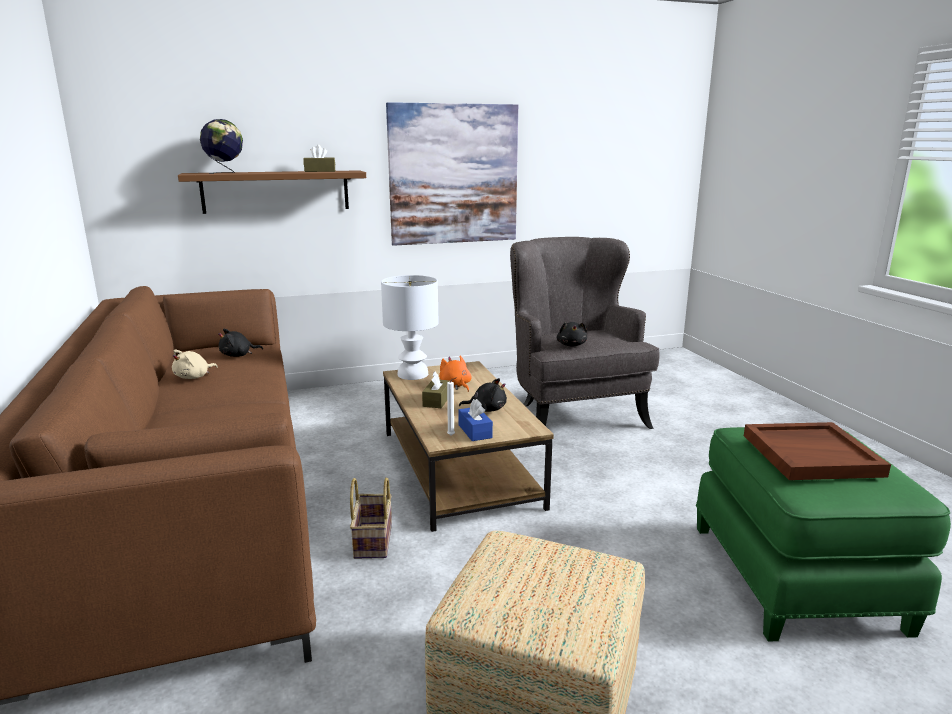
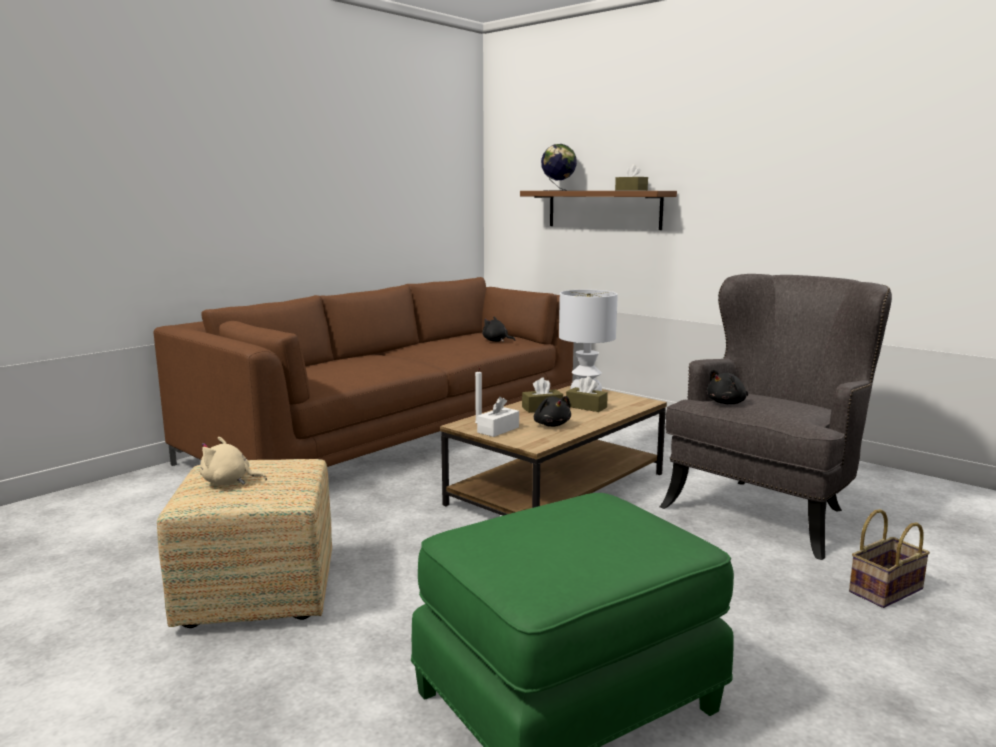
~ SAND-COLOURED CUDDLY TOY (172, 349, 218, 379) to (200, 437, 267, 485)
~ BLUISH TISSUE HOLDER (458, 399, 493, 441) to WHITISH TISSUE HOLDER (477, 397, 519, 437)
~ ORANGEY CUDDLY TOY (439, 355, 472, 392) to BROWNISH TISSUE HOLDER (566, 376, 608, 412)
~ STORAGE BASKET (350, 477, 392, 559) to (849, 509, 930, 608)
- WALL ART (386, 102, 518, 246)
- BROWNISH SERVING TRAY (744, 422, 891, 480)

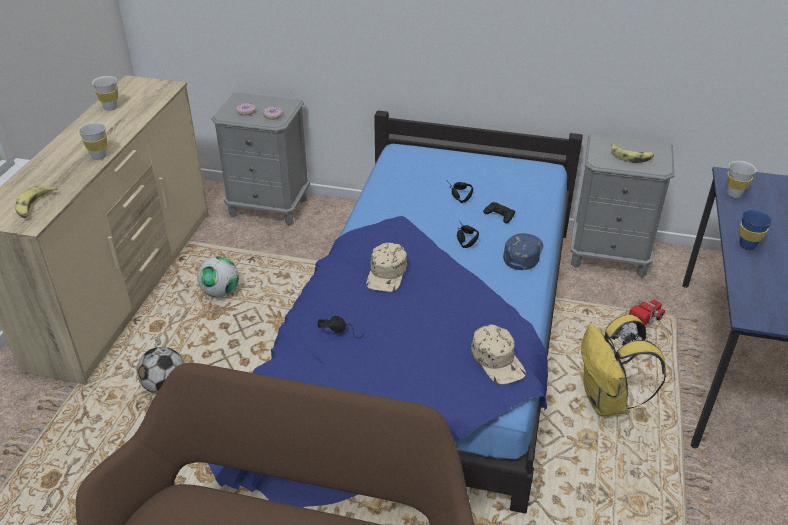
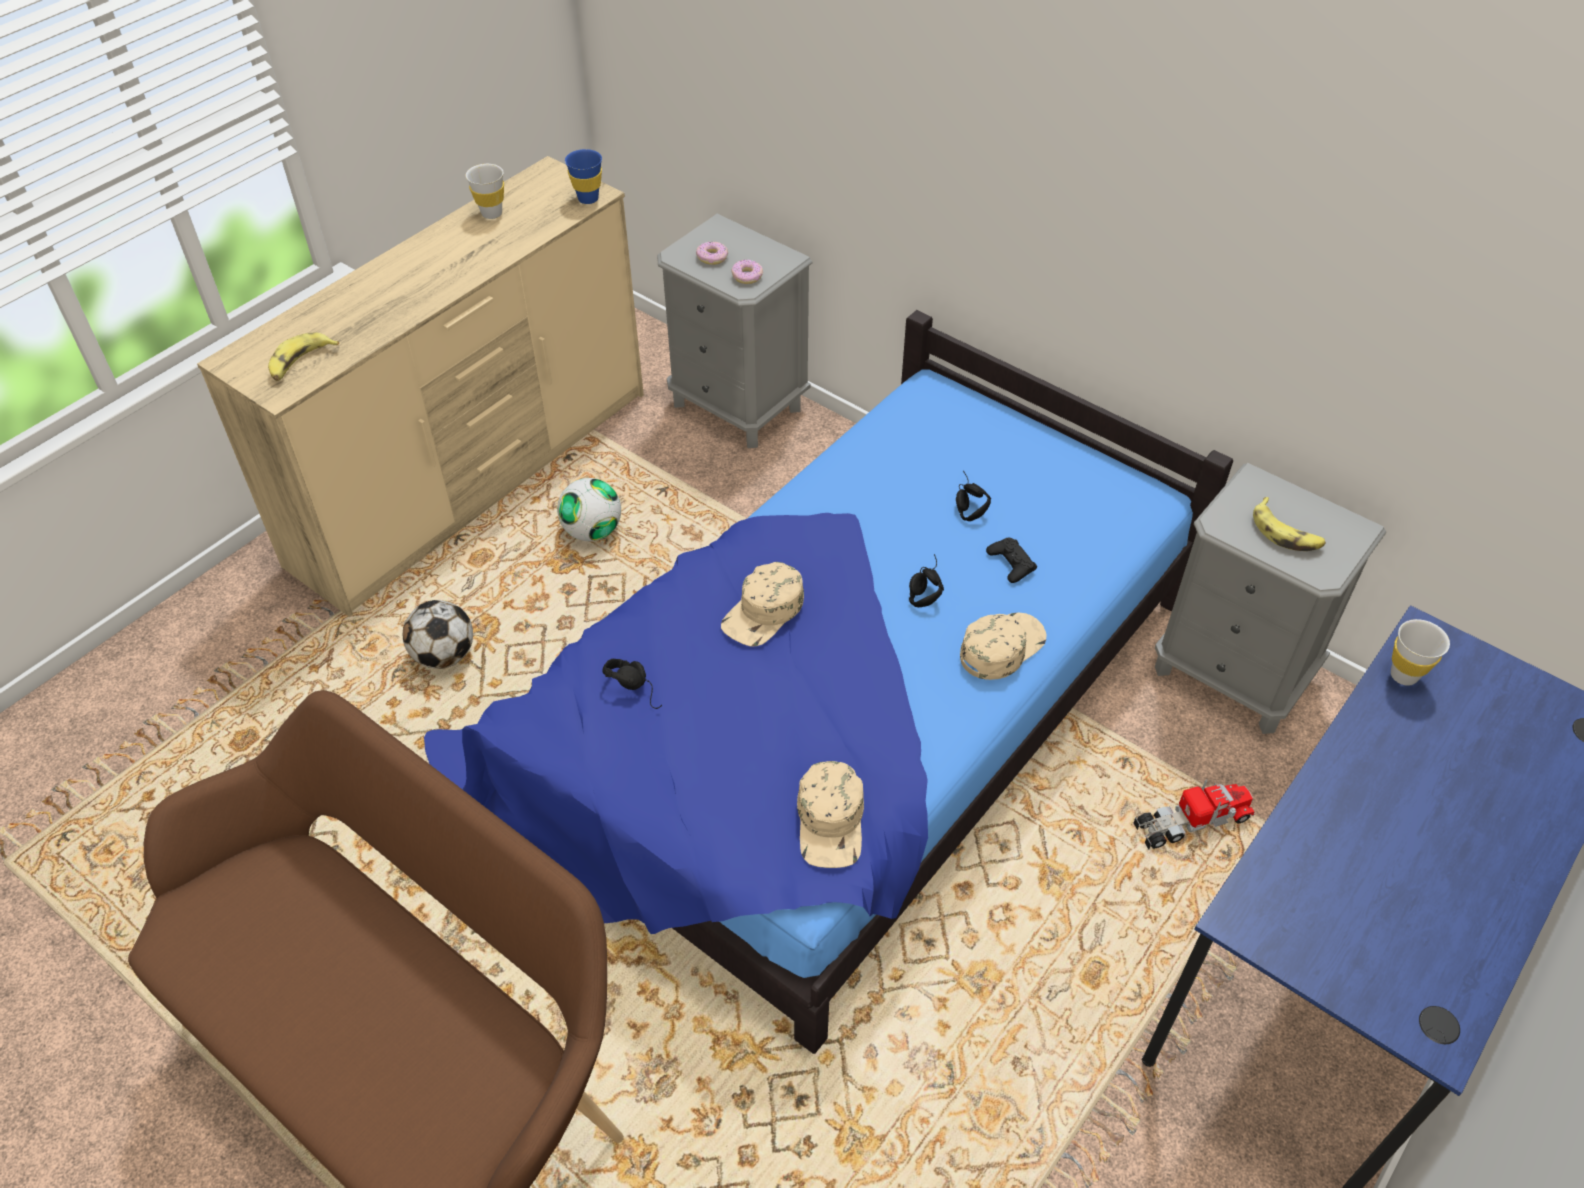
~ BLUISH CUP (740, 209, 772, 250) to (565, 149, 602, 204)
~ BLUISH BASEBALL CAP (503, 233, 544, 270) to SAND-COLOURED BASEBALL CAP (960, 613, 1046, 680)
- WHITISH CUP (78, 122, 107, 160)
- YELLOWISH BACKPACK (581, 315, 666, 416)

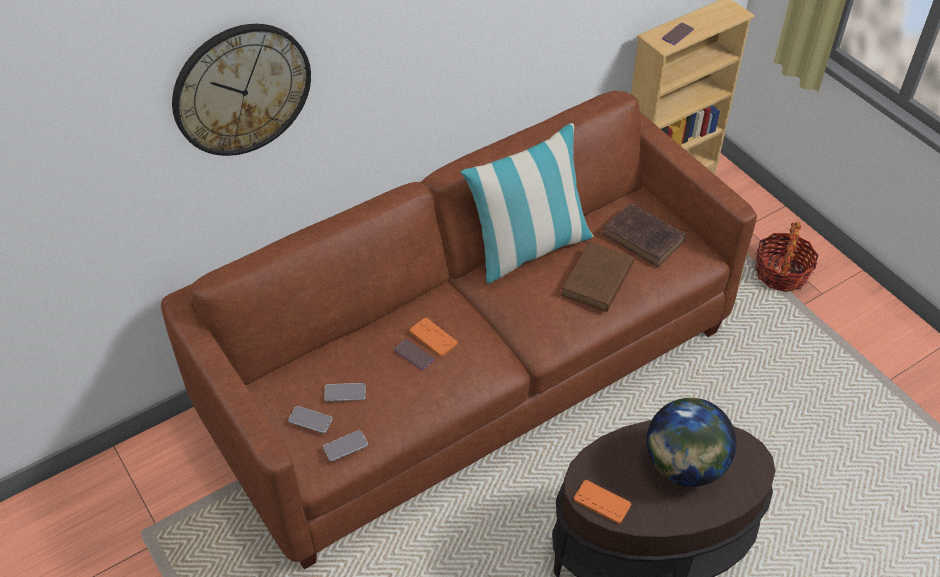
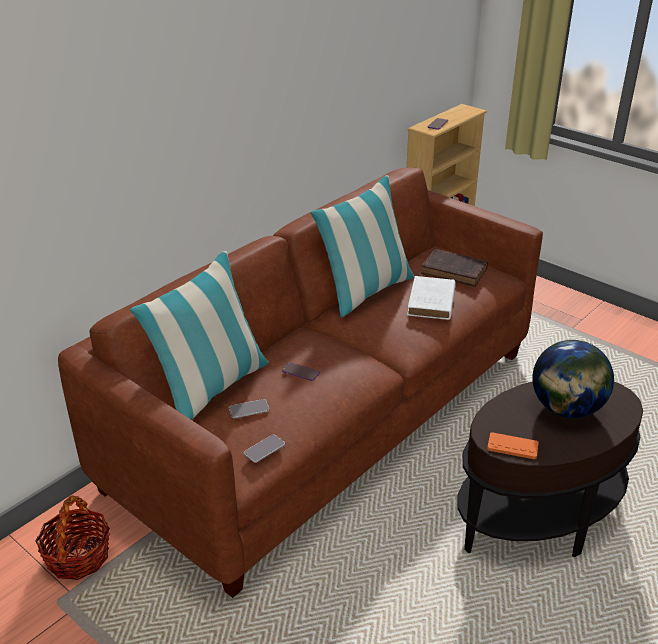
~ STORAGE BASKET (756, 222, 819, 292) to (35, 495, 110, 580)
+ THROW PILLOW (130, 251, 269, 420)
~ BROWNISH BOOK (561, 242, 634, 312) to WHITISH BOOK (407, 276, 456, 320)
- HANGING CLOCK (172, 24, 311, 156)
- TELEPHONE (288, 406, 332, 433)
- ORANGEY GAME CONTROLLER (410, 318, 458, 357)

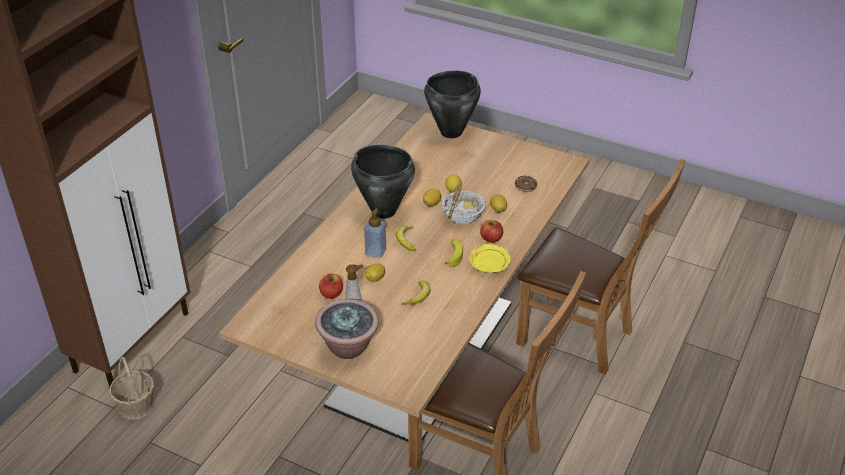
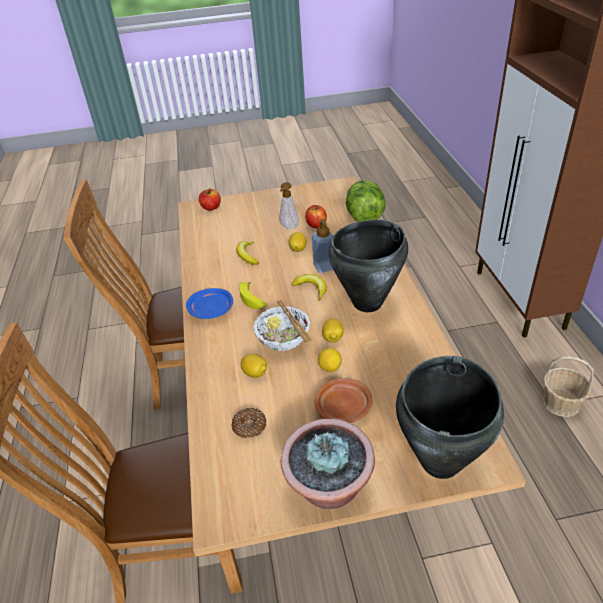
~ YELLOWISH PLATE (469, 244, 511, 273) to BLUISH PLATE (186, 288, 233, 319)
~ WHOLE APPLE (480, 220, 503, 243) to (199, 188, 221, 211)
~ PLANT IN A POT (315, 299, 379, 359) to (281, 419, 375, 509)
+ BROWNISH PLATE (314, 378, 373, 423)
+ LETTUCE HEAD (346, 180, 386, 222)
~ STORAGE BASKET (109, 356, 155, 420) to (542, 356, 594, 417)

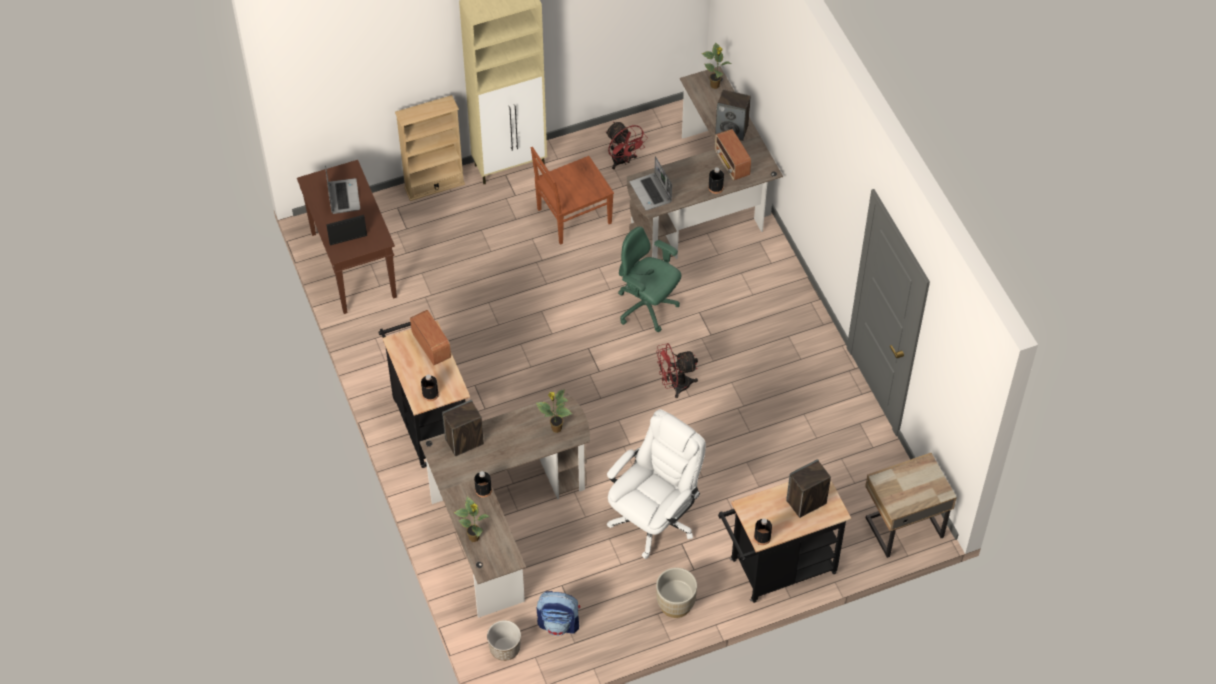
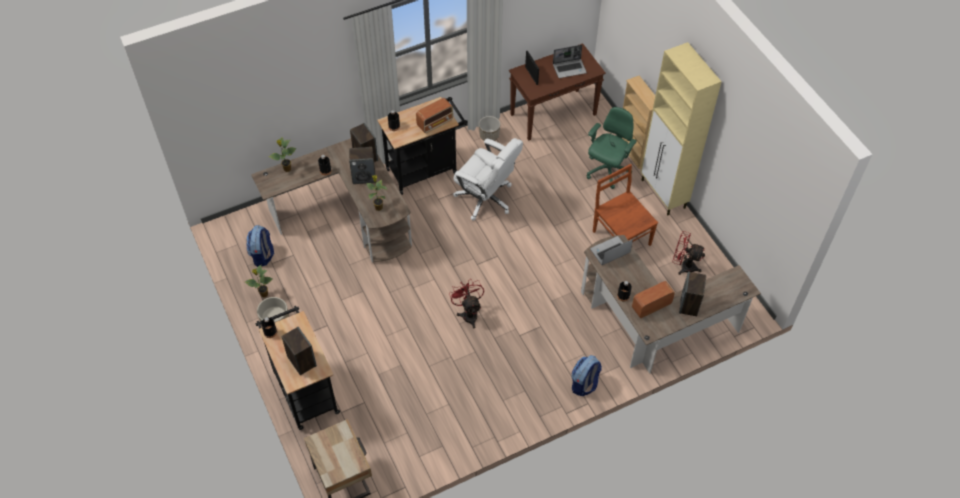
~ PLANT IN A POT (702, 42, 731, 89) to (245, 265, 273, 298)
+ SPEAKER (349, 147, 375, 184)
~ WHITISH OFFICE CHAIR (607, 409, 706, 559) to (453, 138, 523, 221)
~ PLANTER (487, 620, 521, 661) to (479, 116, 500, 141)
+ BACKPACK (571, 355, 602, 396)
~ GREEN-COLOURED OFFICE CHAIR (618, 227, 681, 332) to (587, 107, 637, 189)
~ REDDISH ELECTRIC FAN (606, 121, 648, 170) = (672, 231, 705, 275) 60 degrees clockwise

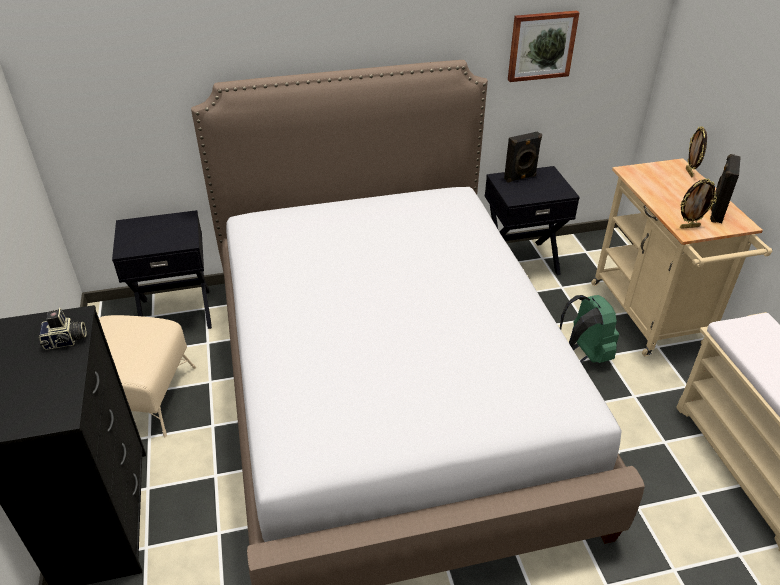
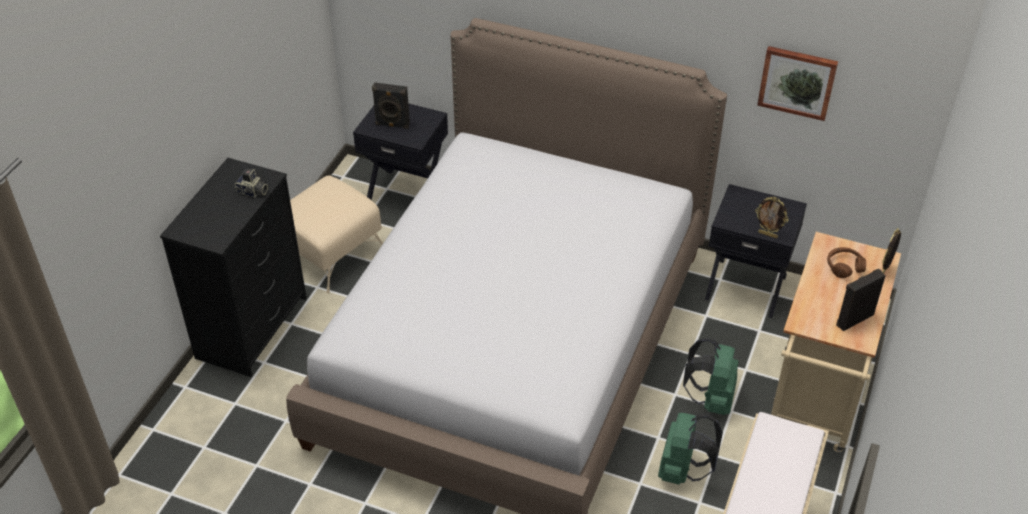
~ BLACK-COLOURED SPEAKER (504, 131, 542, 183) to (372, 83, 410, 129)
+ GREEN-COLOURED BACKPACK (658, 413, 723, 485)
~ PHOTO FRAME (680, 178, 717, 229) to (755, 197, 788, 238)
+ BROWNISH PAIR OF HEADPHONES (827, 247, 866, 278)

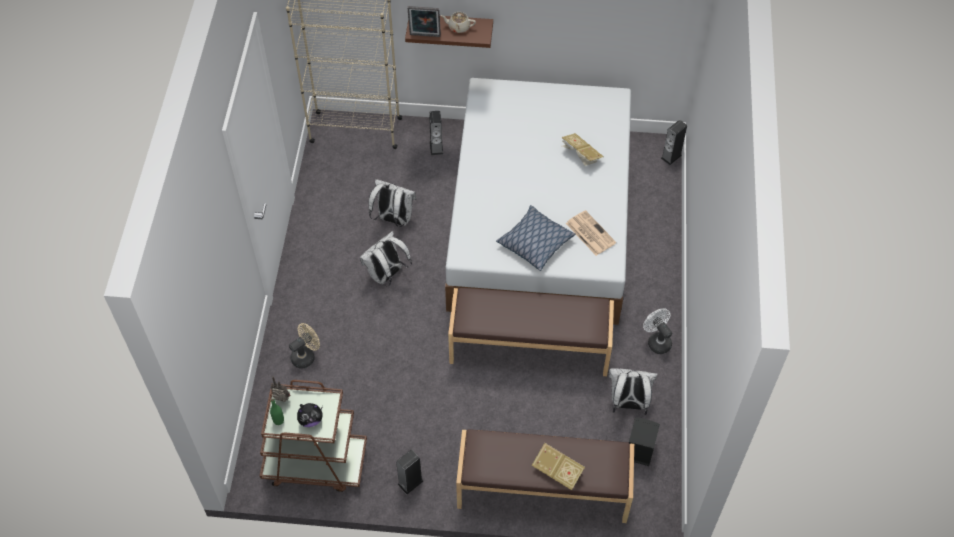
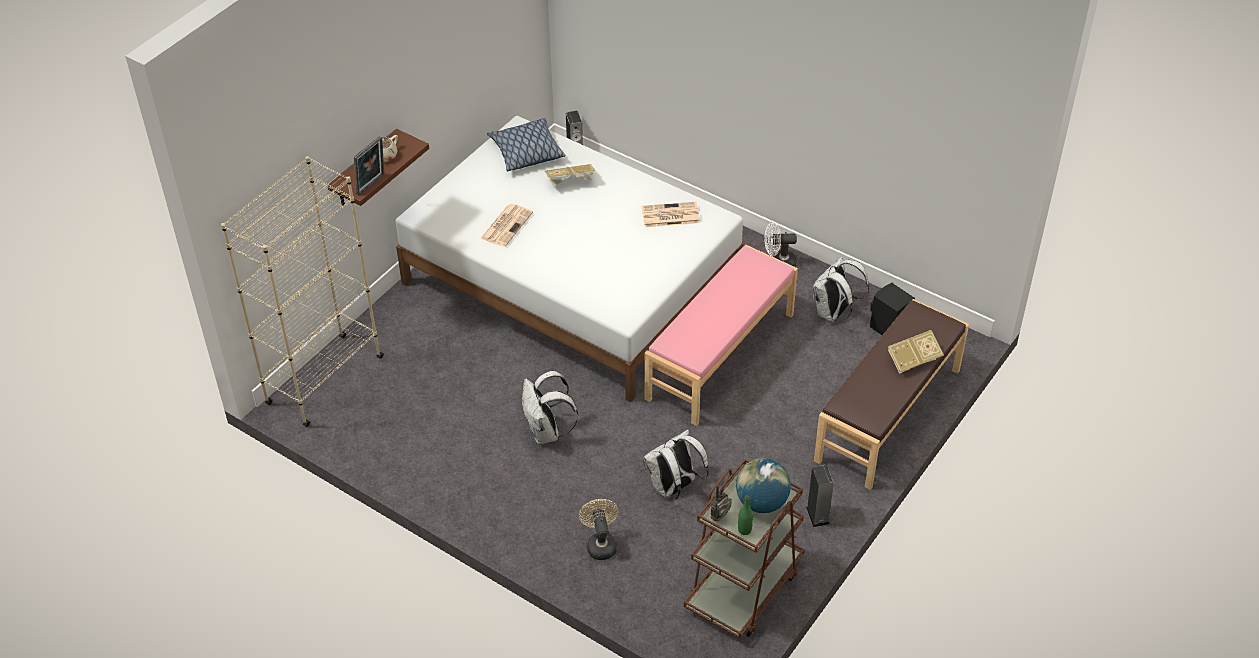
+ DAILY PAPER (480, 204, 533, 247)
~ THROW PILLOW (496, 205, 576, 271) to (487, 118, 566, 172)
~ WHITISH BACKPACK (369, 179, 416, 227) to (643, 429, 709, 500)
~ BROWNISH LONG SEAT (448, 288, 614, 376) to PINK-COLOURED LONG SEAT (644, 245, 798, 426)
~ CUDDLY TOY (297, 403, 323, 427) to WORLD GLOBE (736, 458, 791, 513)
- SPEAKER (429, 111, 443, 155)

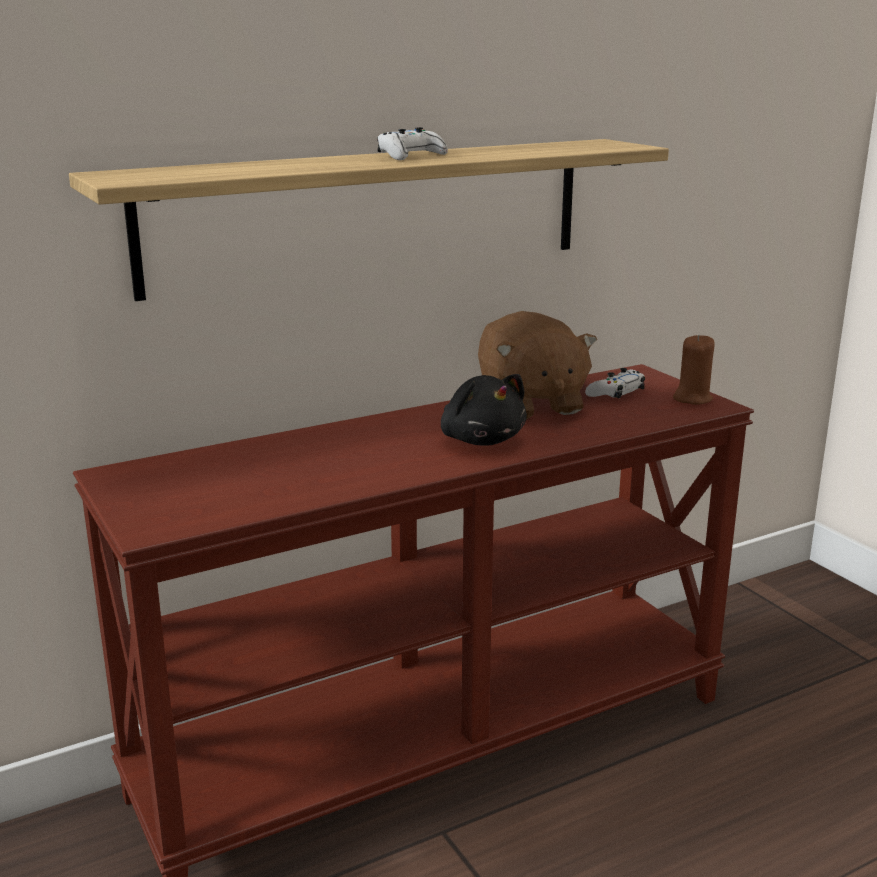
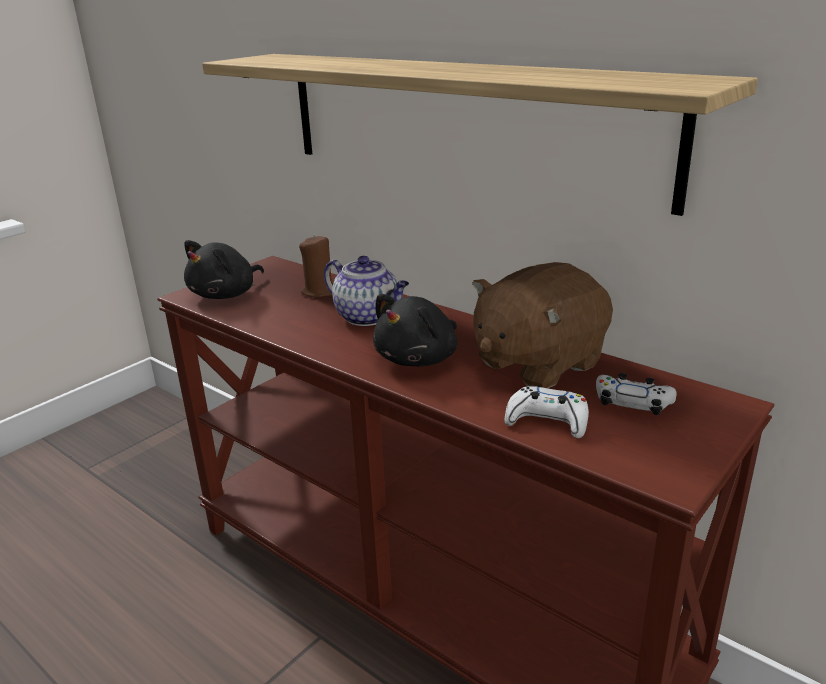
+ BLACK-COLOURED CUDDLY TOY (184, 240, 264, 299)
~ BROWNISH WAX CANDLE (673, 334, 715, 405) to (299, 235, 333, 297)
+ TEAPOT (324, 256, 409, 326)
~ WHITISH GAME CONTROLLER (377, 127, 448, 160) to (504, 386, 589, 438)

